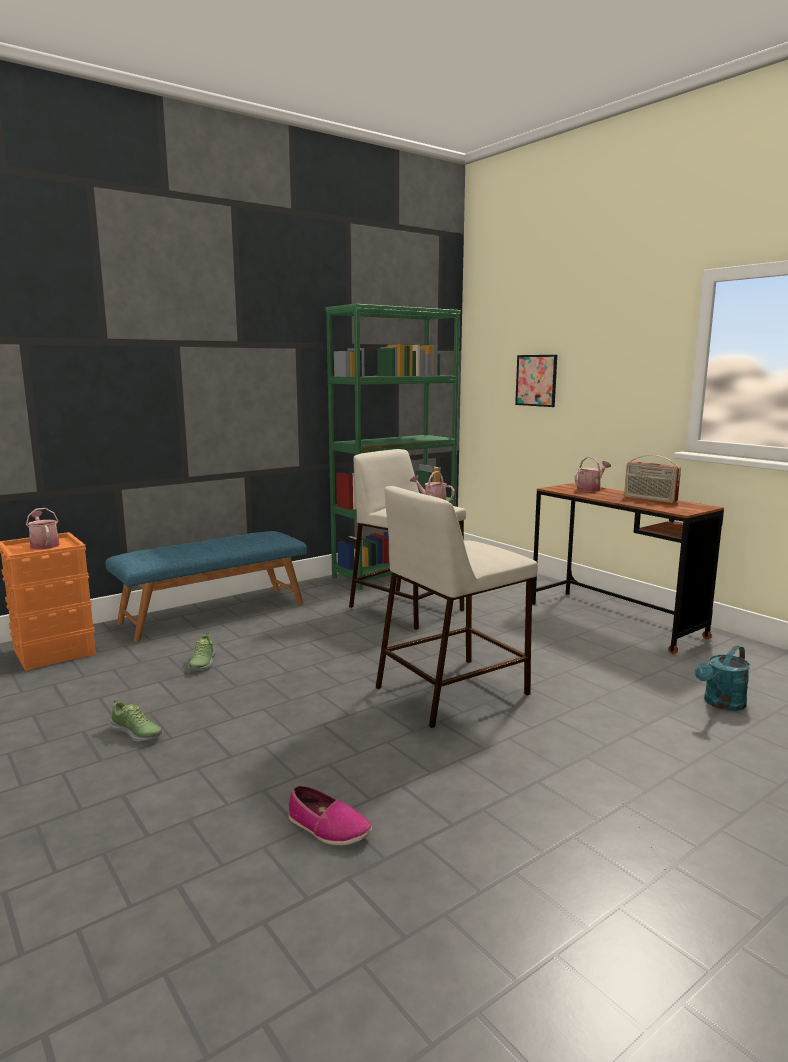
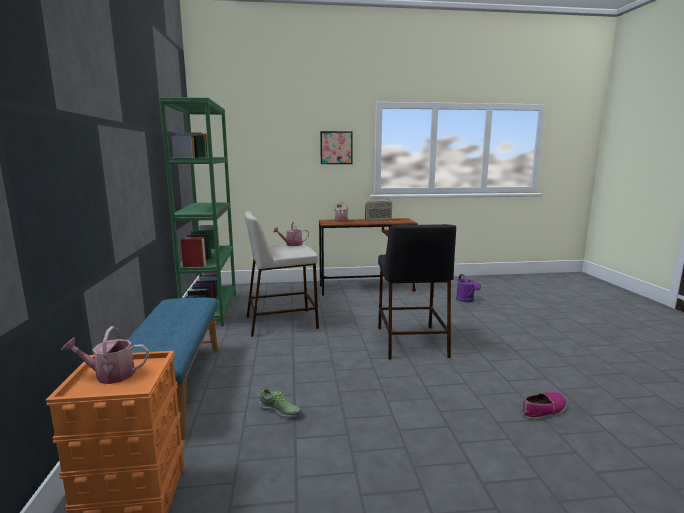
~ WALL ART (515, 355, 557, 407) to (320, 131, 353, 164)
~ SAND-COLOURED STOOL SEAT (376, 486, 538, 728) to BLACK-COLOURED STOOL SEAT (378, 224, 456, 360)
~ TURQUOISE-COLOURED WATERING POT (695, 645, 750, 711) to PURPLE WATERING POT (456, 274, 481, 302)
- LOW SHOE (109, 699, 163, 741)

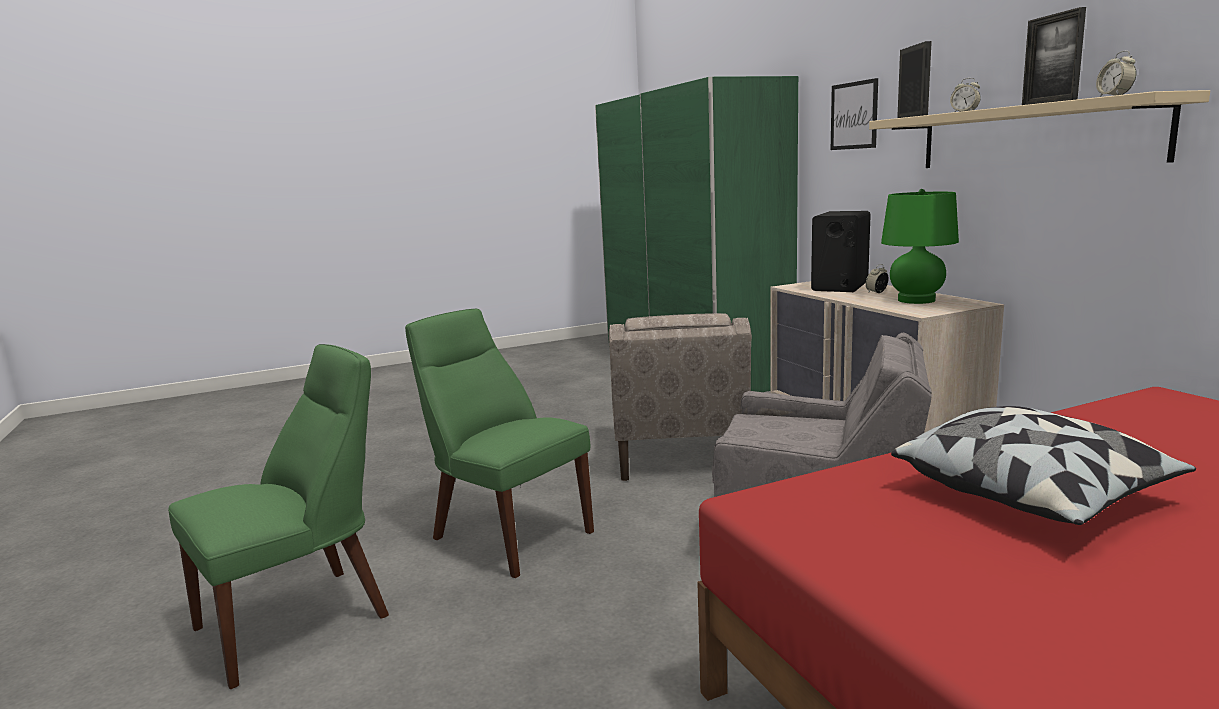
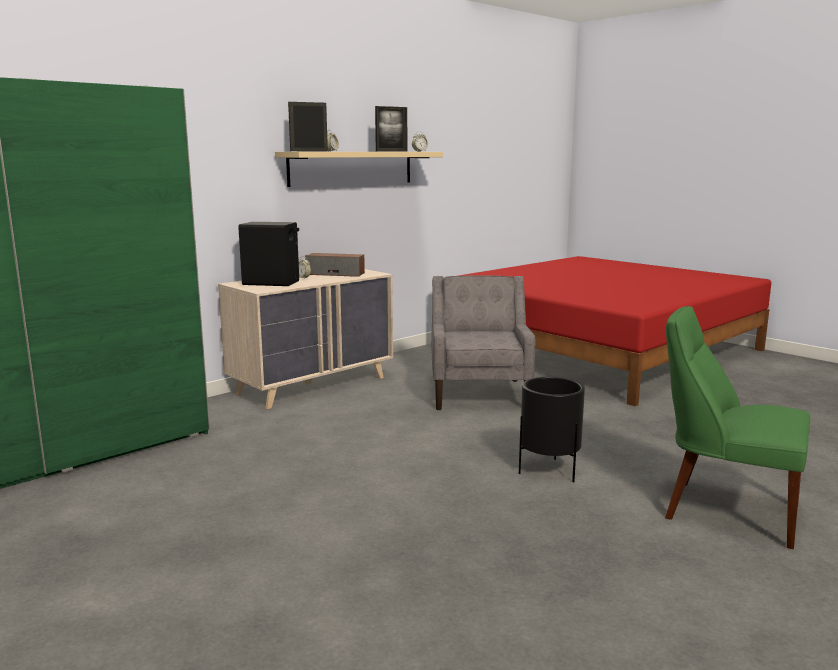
~ GREEN-COLOURED LAMP FOR A TABLE (881, 189, 959, 304) to SPEAKER (305, 253, 365, 277)
~ GREEN-COLOURED PLAIN CHAIR (405, 309, 594, 578) to BLACK-COLOURED PLANTER (519, 377, 585, 483)
- SAND-COLOURED EASY CHAIR (609, 313, 752, 481)
- WALL ART (831, 78, 878, 150)
- THROW PILLOW (891, 406, 1196, 525)

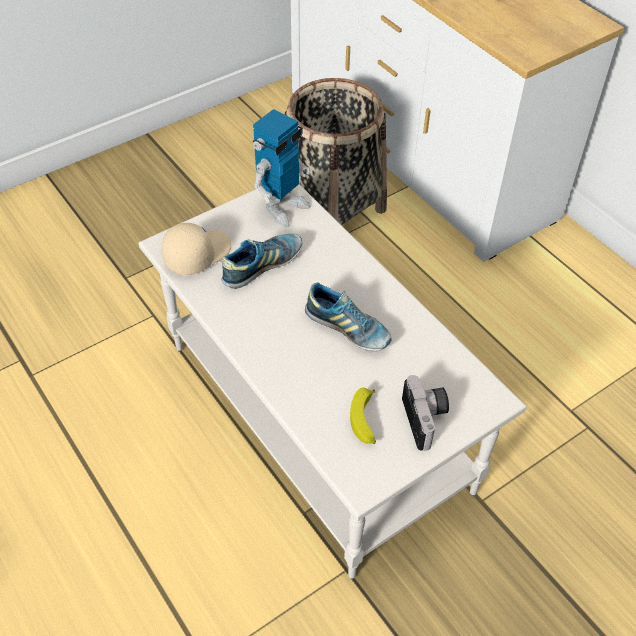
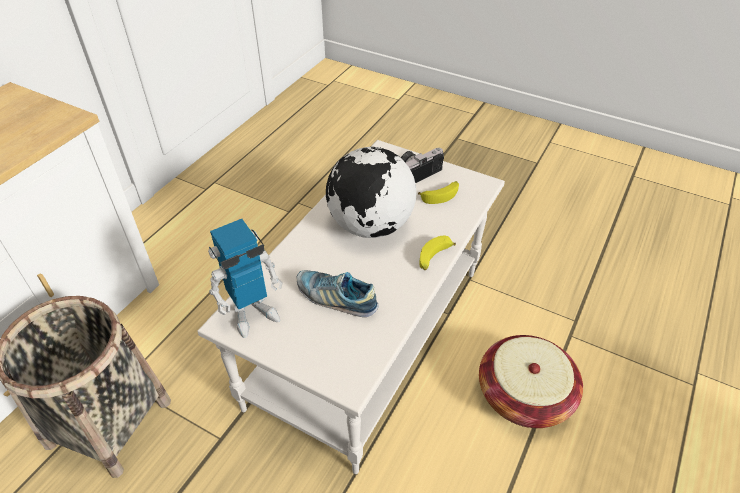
~ TOY ROBOT (253, 109, 311, 227) = (208, 219, 282, 338) 135 degrees clockwise
~ LOW SHOE (305, 282, 392, 351) to WORLD GLOBE (326, 147, 417, 238)
+ WHOLE BANANA (419, 235, 456, 270)
+ STORAGE BASKET (479, 335, 583, 428)
- SAND-COLOURED BASEBALL CAP (161, 223, 231, 275)

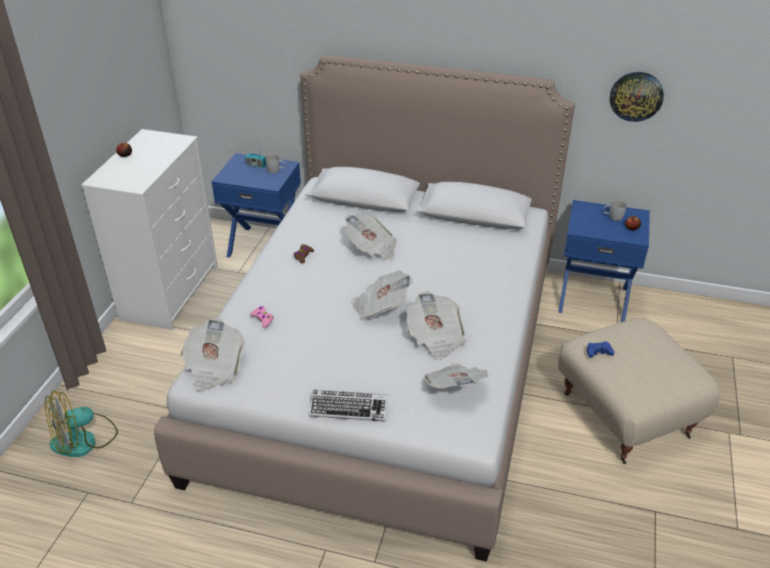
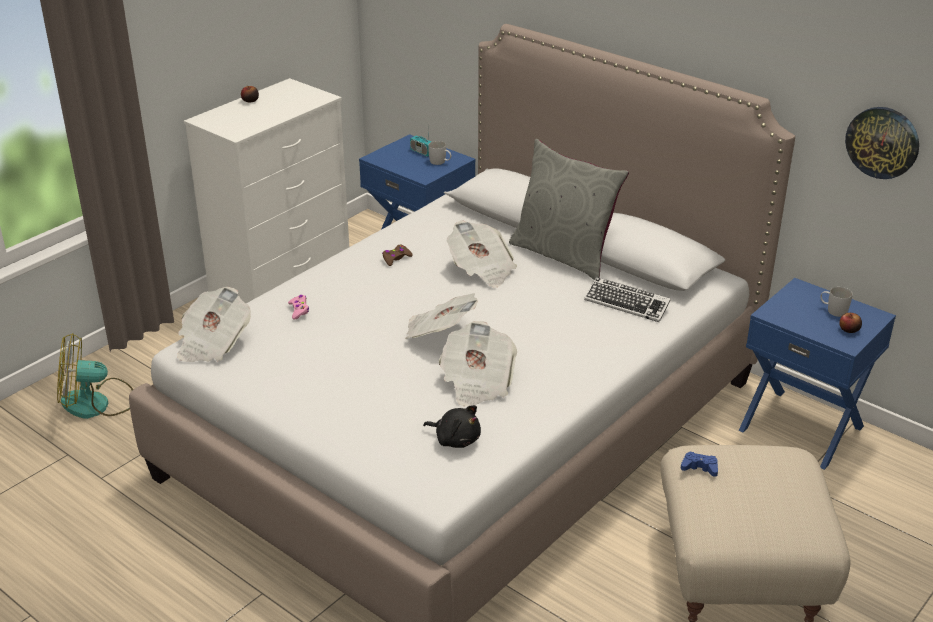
~ DAILY PAPER (424, 363, 488, 389) to BLACK-COLOURED CUDDLY TOY (423, 405, 481, 448)
+ GREY THROW PILLOW (509, 139, 629, 280)
~ KEYBOARD (310, 390, 388, 422) to (584, 277, 671, 322)

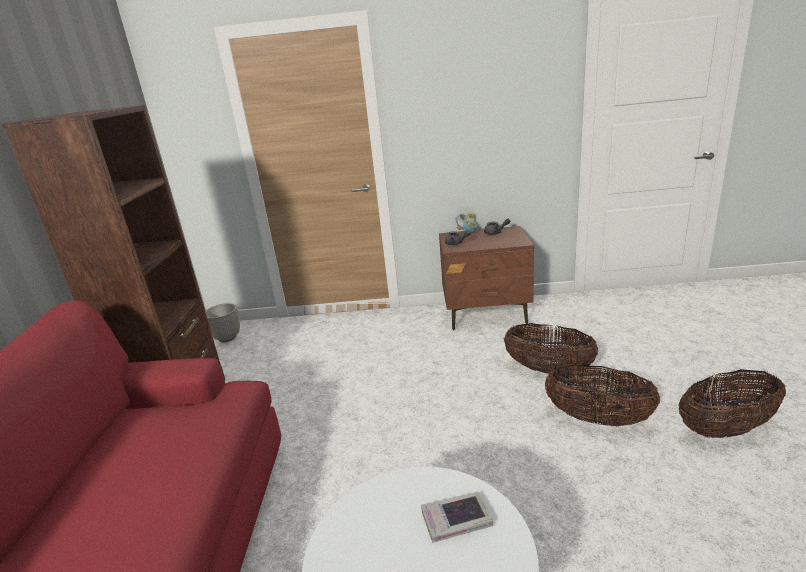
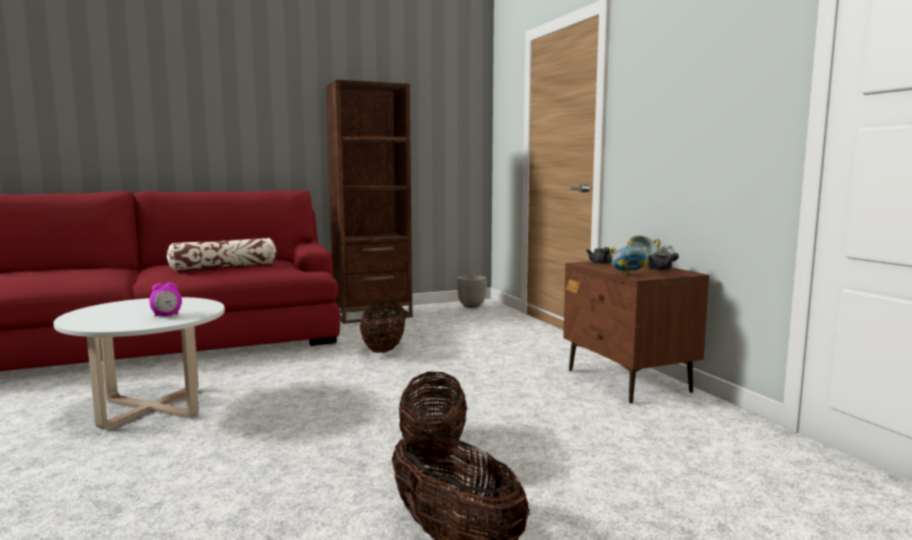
~ BOOK (421, 492, 494, 543) to TABLE CLOCK (149, 282, 182, 317)
+ THROW PILLOW (167, 238, 276, 270)
~ STORAGE BASKET (504, 323, 598, 373) to (360, 302, 406, 353)
+ SERVING BOWL (610, 246, 649, 275)

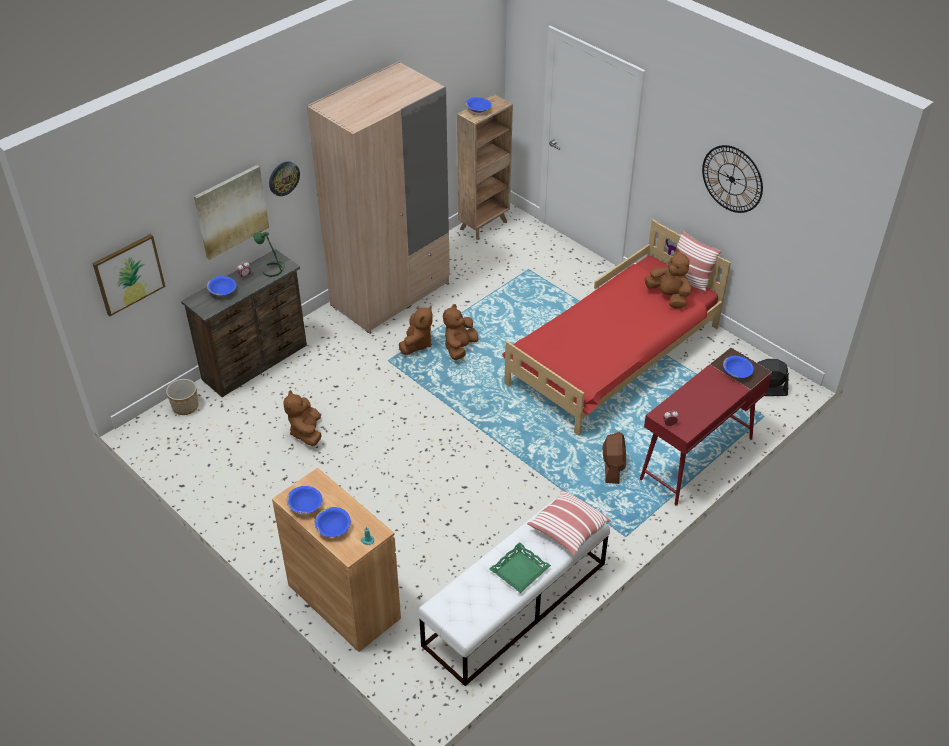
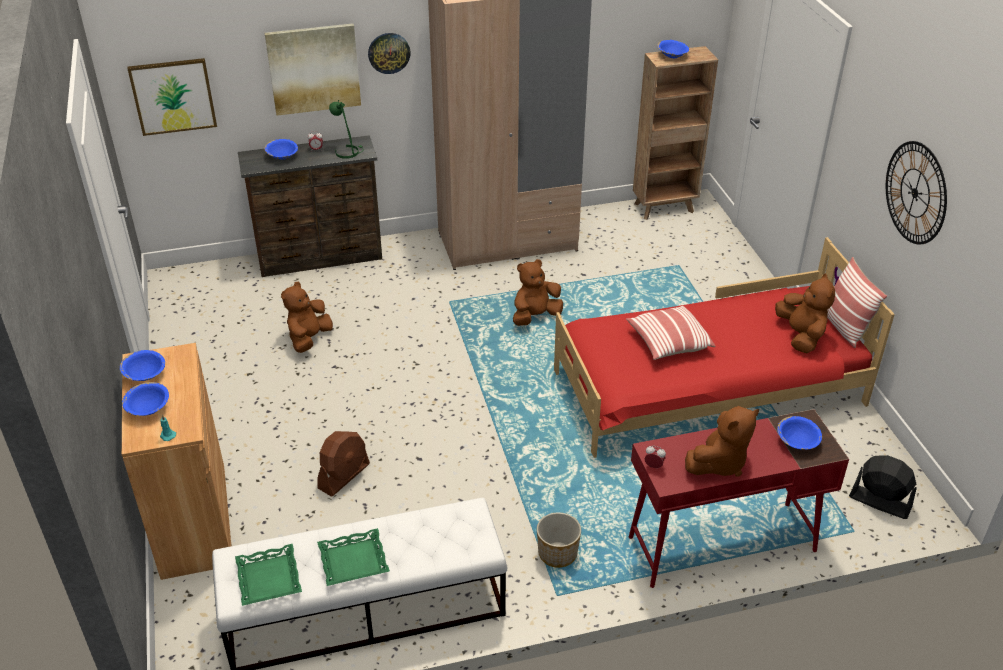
+ GREEN-COLOURED SERVING TRAY (235, 544, 302, 606)
~ BROWNISH ELECTRIC FAN (603, 432, 626, 484) to (317, 431, 370, 497)
~ PLANTER (166, 379, 199, 415) to (537, 512, 581, 568)
~ THROW PILLOW (527, 490, 611, 556) to (626, 306, 715, 360)
~ BROWNISH CUDDLY TOY (399, 306, 433, 355) to (685, 406, 759, 477)

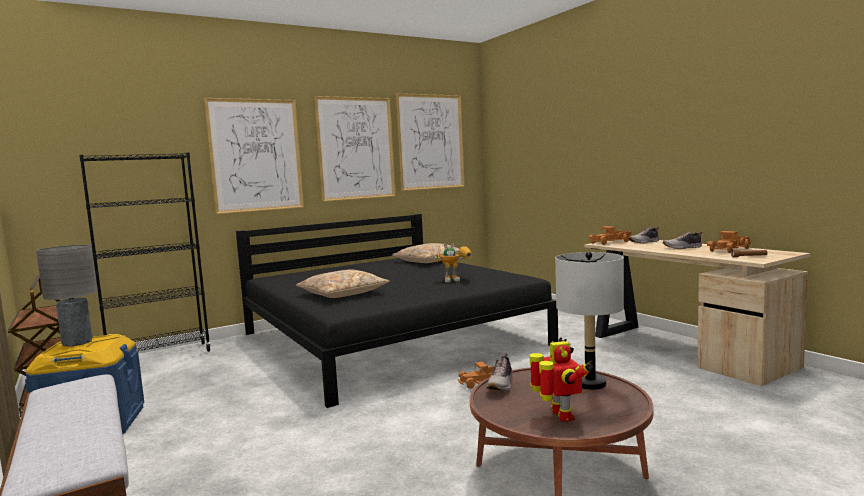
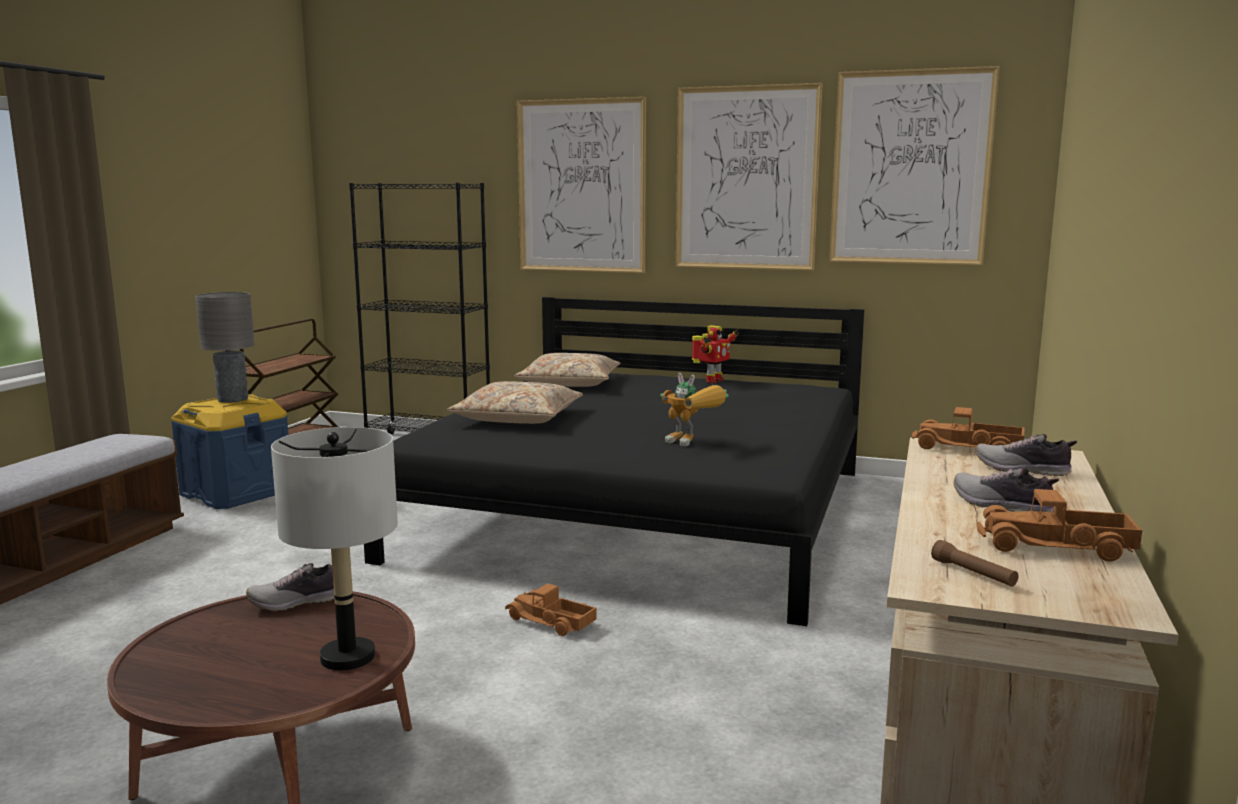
~ SAND-COLOURED THROW PILLOW (392, 243, 459, 263) to (515, 353, 621, 387)
~ TOY ROBOT (529, 337, 593, 422) to (692, 325, 739, 383)

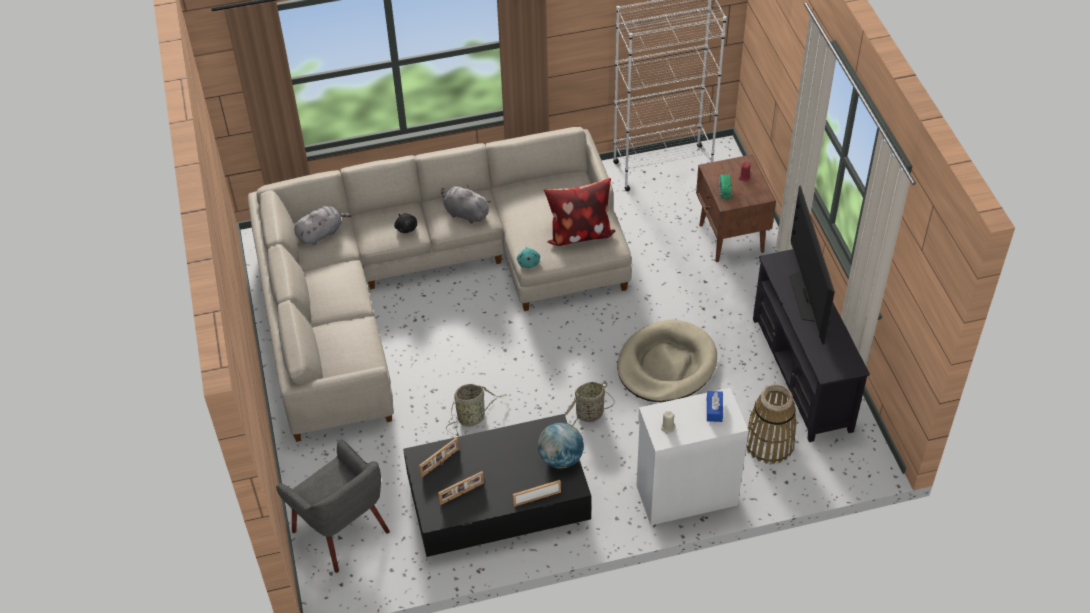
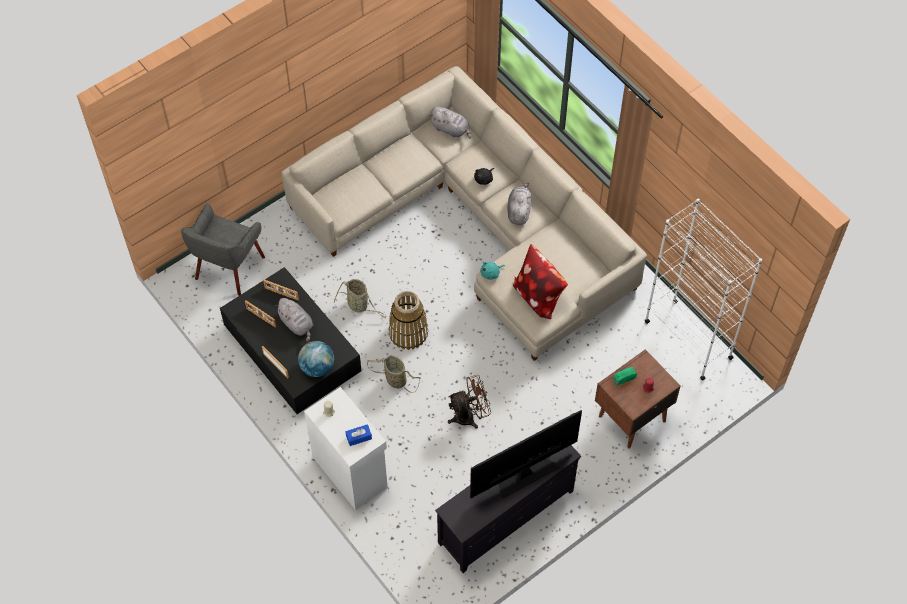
+ GREY CUDDLY TOY (275, 298, 313, 342)
~ STORAGE BASKET (746, 384, 797, 464) to (389, 291, 428, 350)
~ SAND-COLOURED DOG CUSHION (617, 320, 717, 402) to BROWNISH ELECTRIC FAN (448, 375, 491, 429)

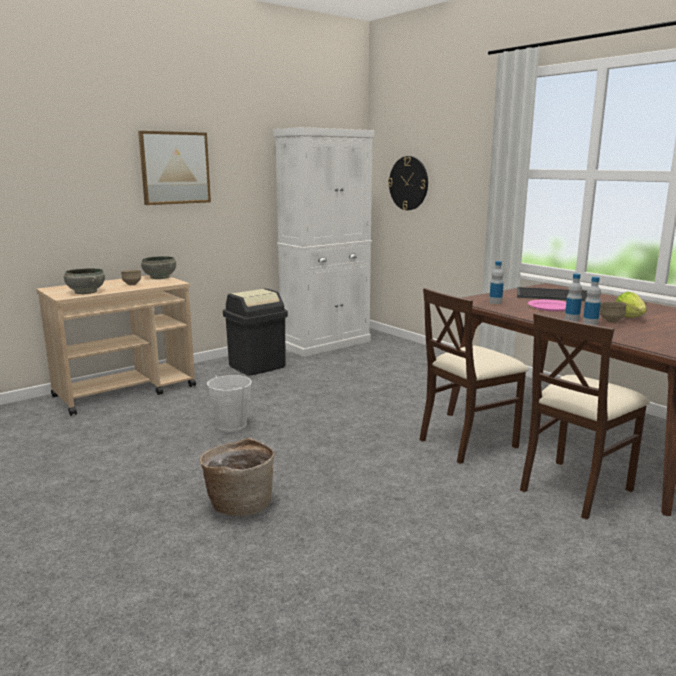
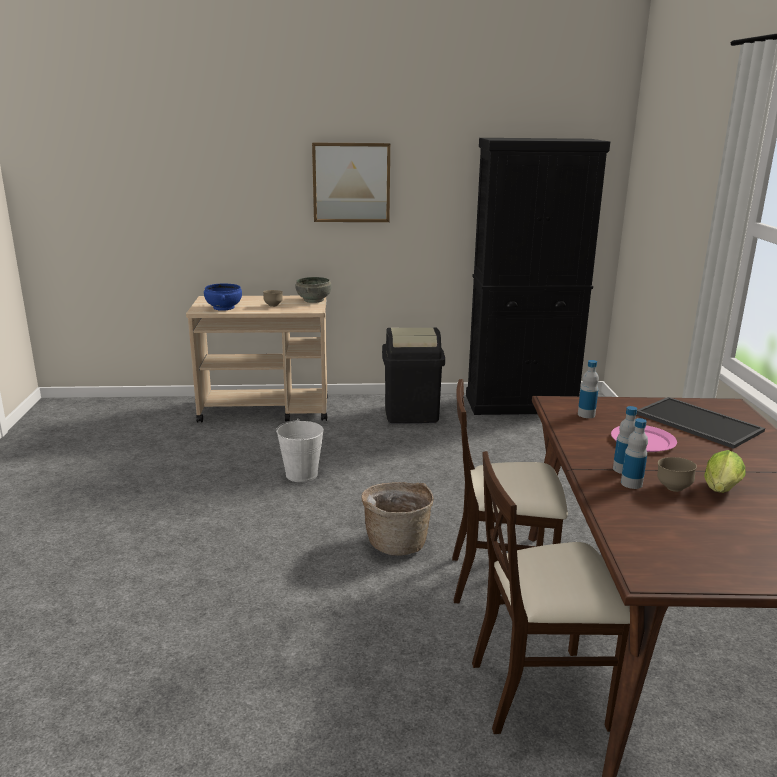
~ GREY SERVING BOWL (64, 268, 105, 294) to BLUISH SERVING BOWL (204, 283, 242, 311)
~ STORAGE BASKET (200, 438, 275, 516) to (361, 482, 434, 556)
~ WHITISH STORAGE CABINET (273, 127, 374, 357) to BLACK-COLOURED STORAGE CABINET (466, 138, 610, 415)
- HANGING CLOCK (388, 156, 428, 210)

